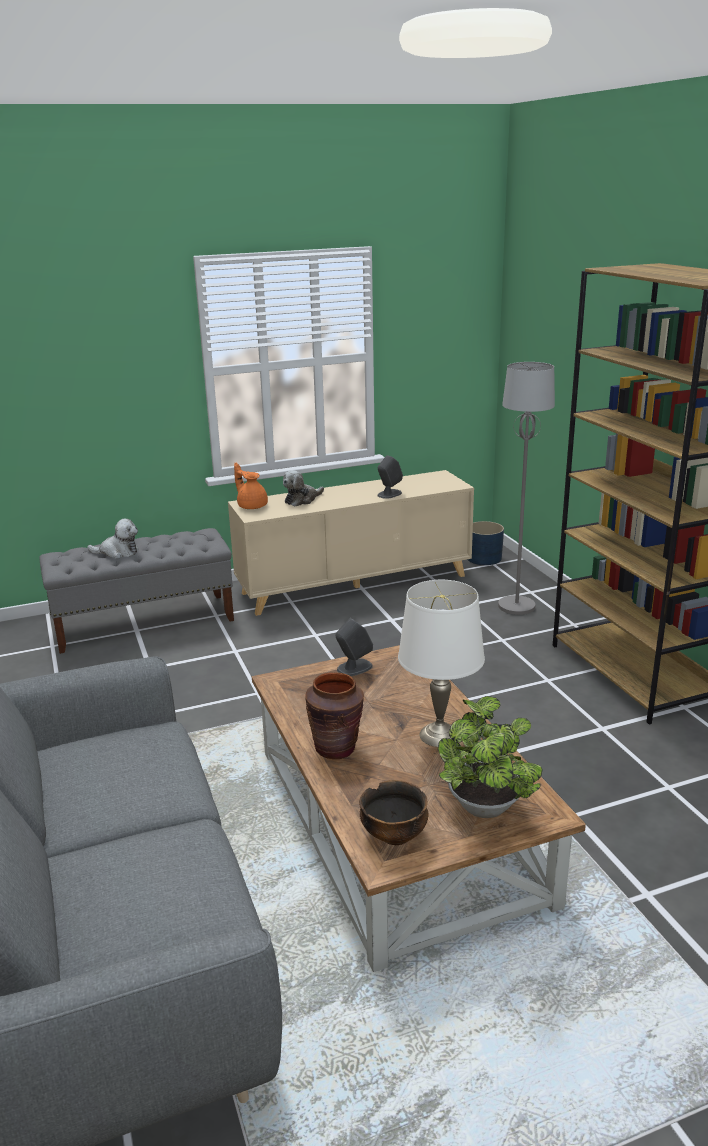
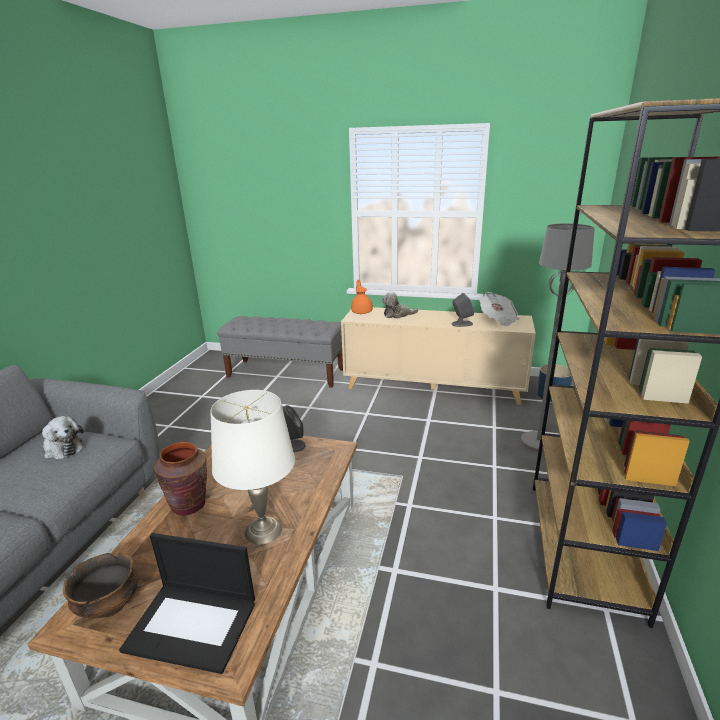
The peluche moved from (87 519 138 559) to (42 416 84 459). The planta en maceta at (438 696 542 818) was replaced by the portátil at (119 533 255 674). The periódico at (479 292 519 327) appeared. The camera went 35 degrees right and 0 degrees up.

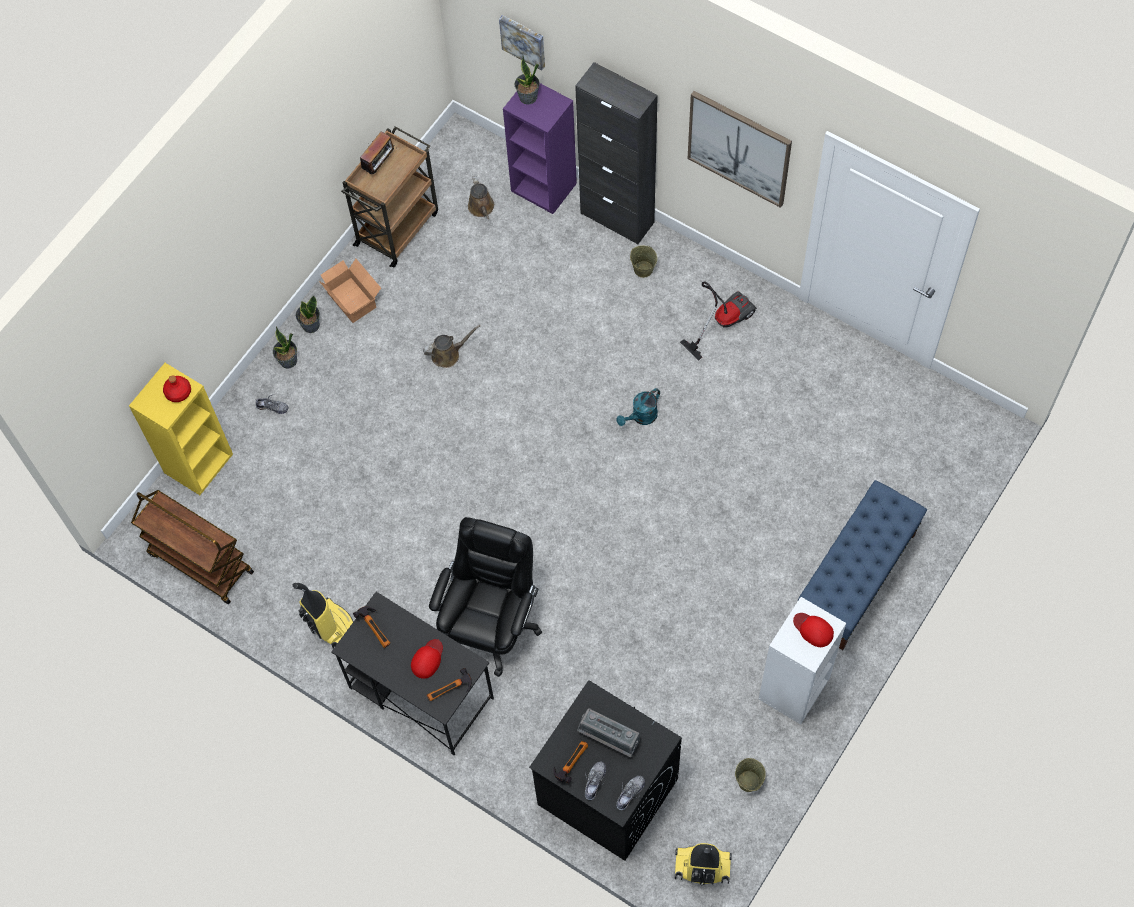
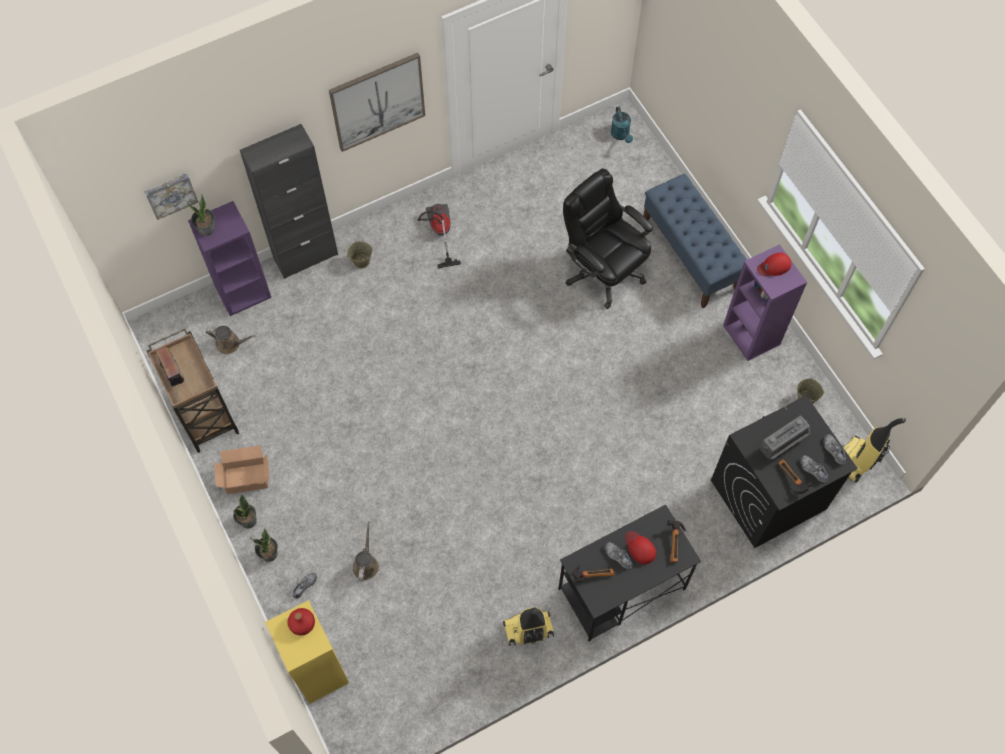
The regadera/marrón moved from (423 325 480 368) to (353 522 379 581). The silla de oficina/negro moved from (429 517 542 677) to (563 168 653 309). The zapato at (605 542 632 569) appeared. The regadera/turquesa moved from (616 388 660 426) to (611 107 633 143). The estantería/blanco at (759 597 846 725) became the estantería/morado at (723 244 807 361). The carrito/marrón at (131 490 254 604) disappeared. The camera went 65 degrees left and 0 degrees up.

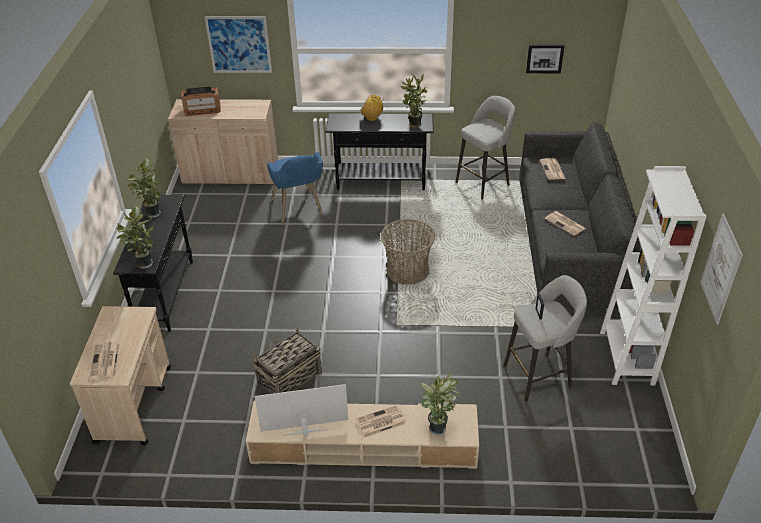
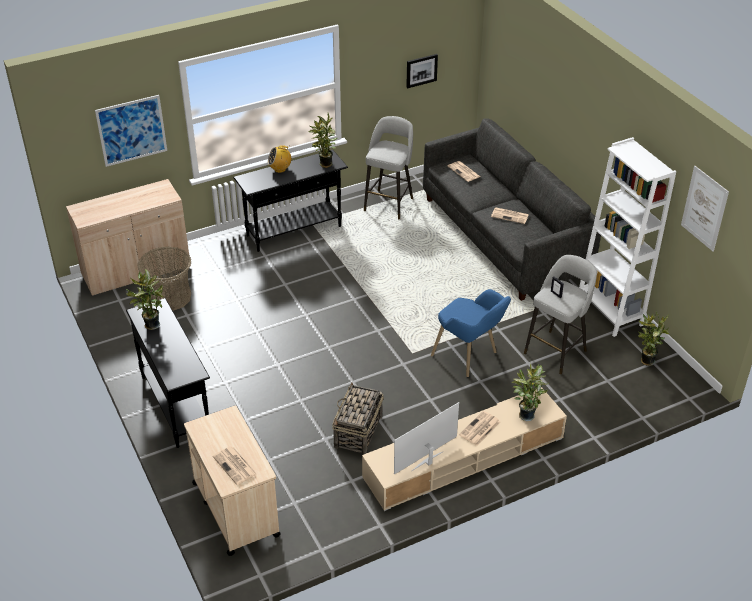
The cesta moved from (381 219 436 285) to (137 247 192 311). The sillón/azul moved from (267 152 323 222) to (431 289 511 377). The planta en maceta moved from (116 206 154 269) to (638 311 669 366). The radio at (181 87 220 116) disappeared. The camera went 30 degrees left and 0 degrees up.

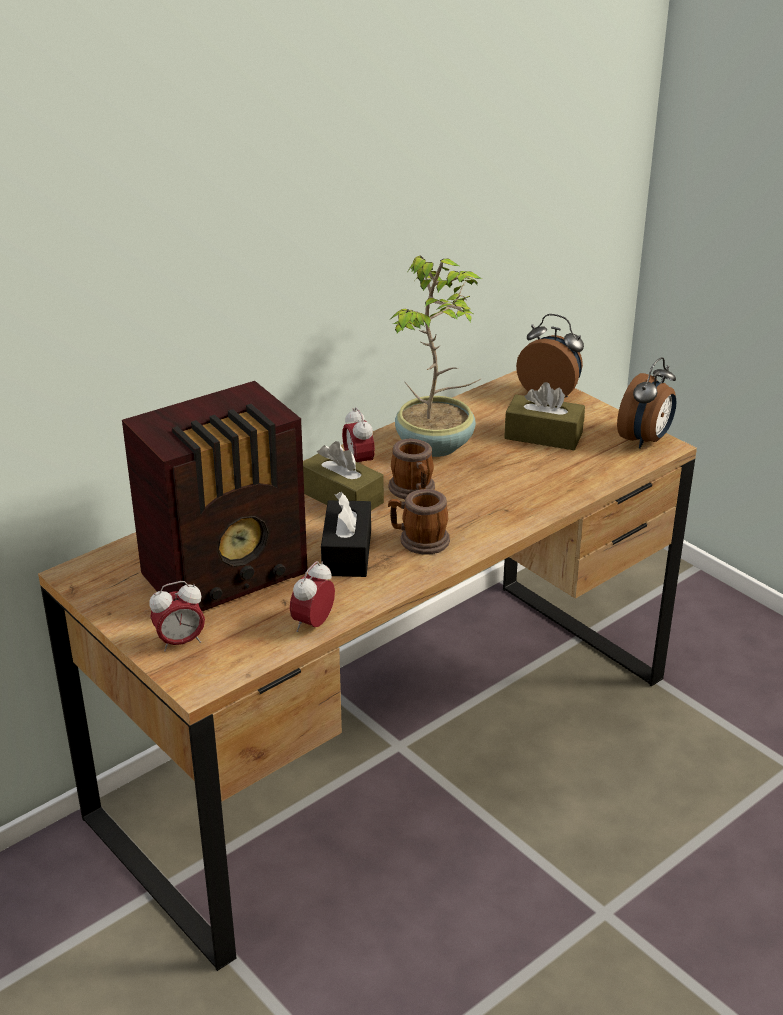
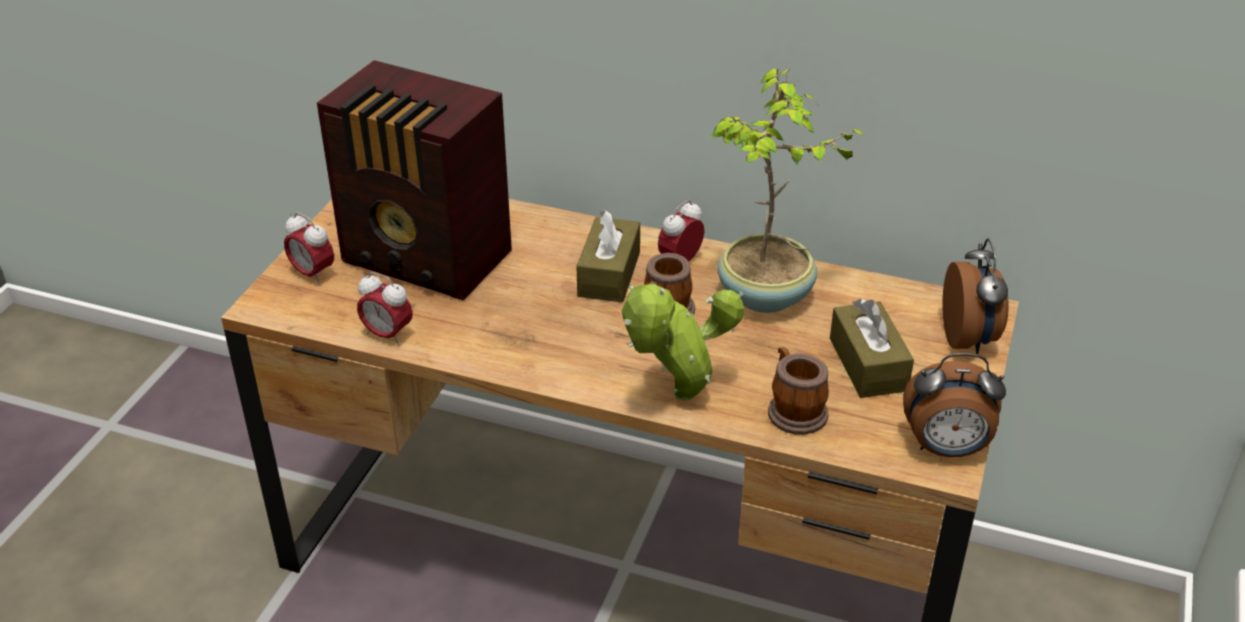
The despertador at (290 561 335 632) turned 150 degrees counterclockwise. The planta en maceta at (622 284 744 401) appeared. The taza grande moved from (388 489 450 555) to (768 347 829 435). The caja de pañuelos/negro at (321 492 371 577) disappeared. The camera went 60 degrees right and 5 degrees up.

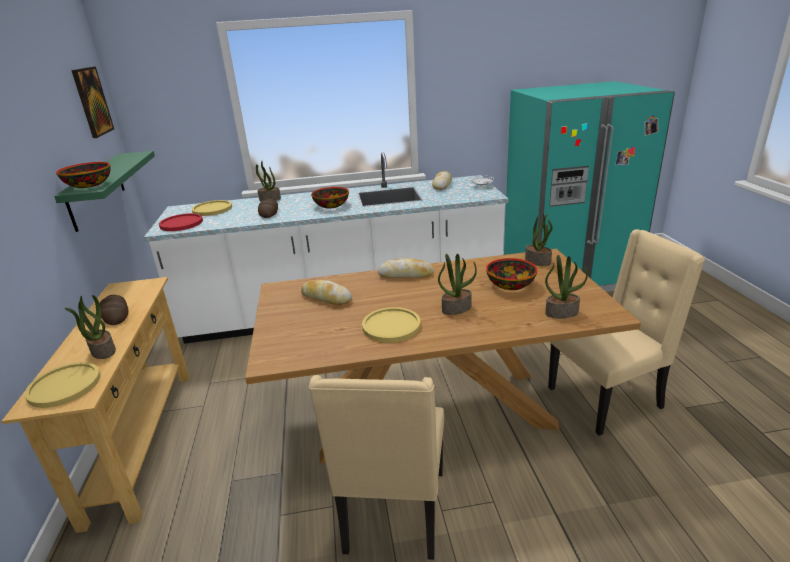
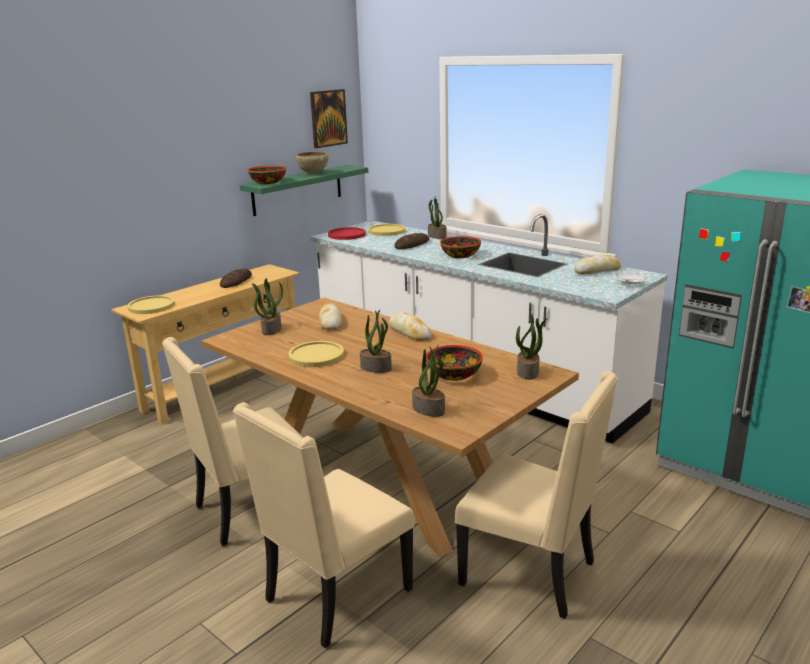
The silla/beis at (233 402 414 649) appeared. The planta en maceta moved from (64 295 116 359) to (252 278 283 335). The cuenco/marrón at (296 152 329 174) appeared. The camera went 50 degrees right and 5 degrees down.

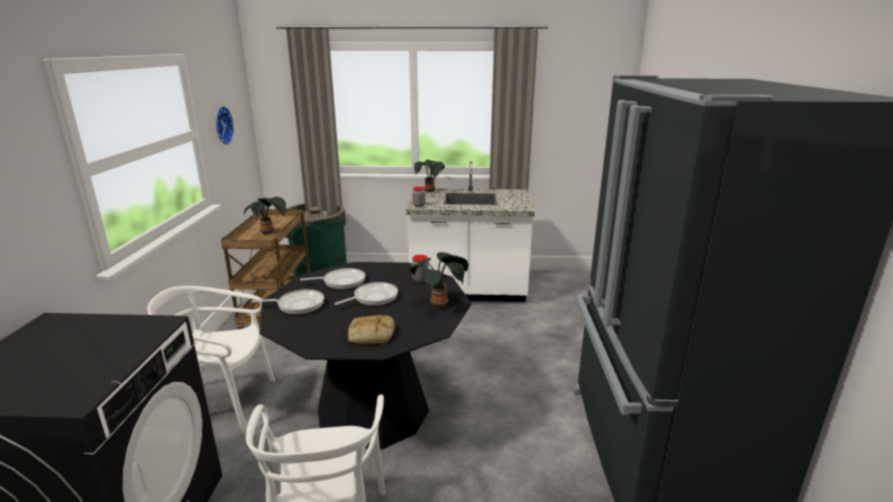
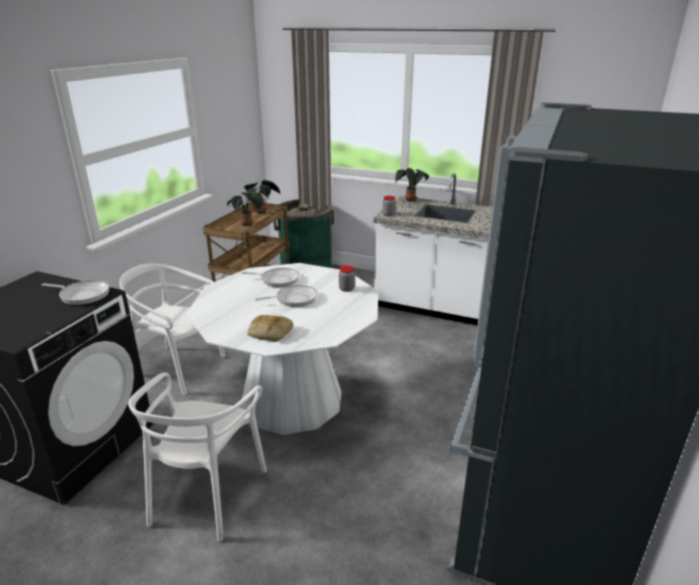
The sartén moved from (252 289 324 314) to (42 280 110 305). The mesa de comedor/negro at (259 262 472 449) became the mesa de comedor/blanco at (186 263 378 435). The planta en maceta moved from (410 252 468 308) to (244 180 280 214). The reloj de pared at (215 106 234 145) disappeared. The camera went 20 degrees right and 5 degrees up.

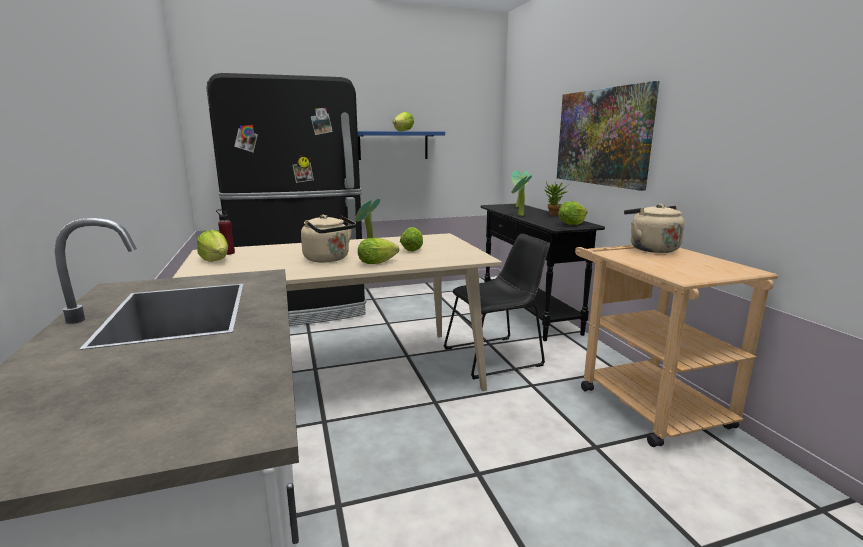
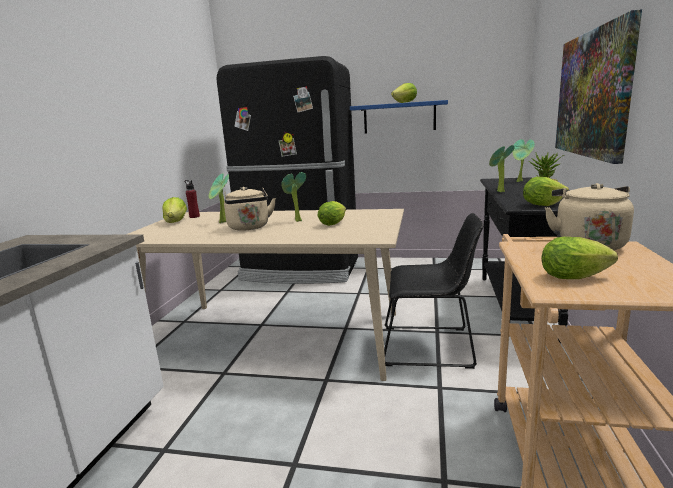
The planta en maceta at (209 173 229 223) appeared. The lechuga moved from (358 238 399 264) to (542 237 618 279). The camera went 30 degrees right and 0 degrees up.

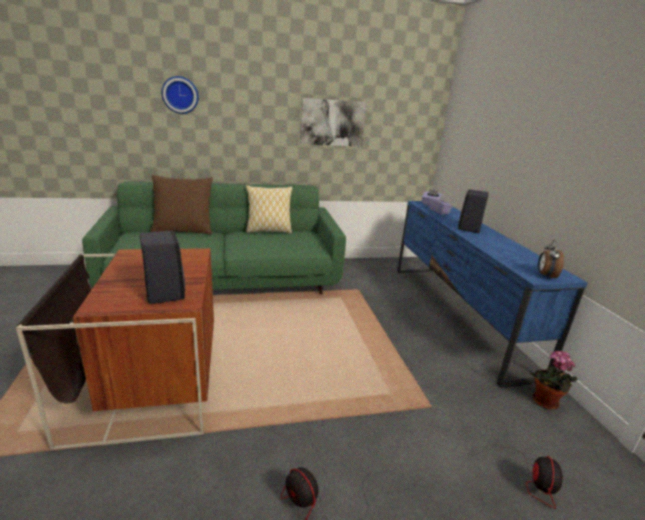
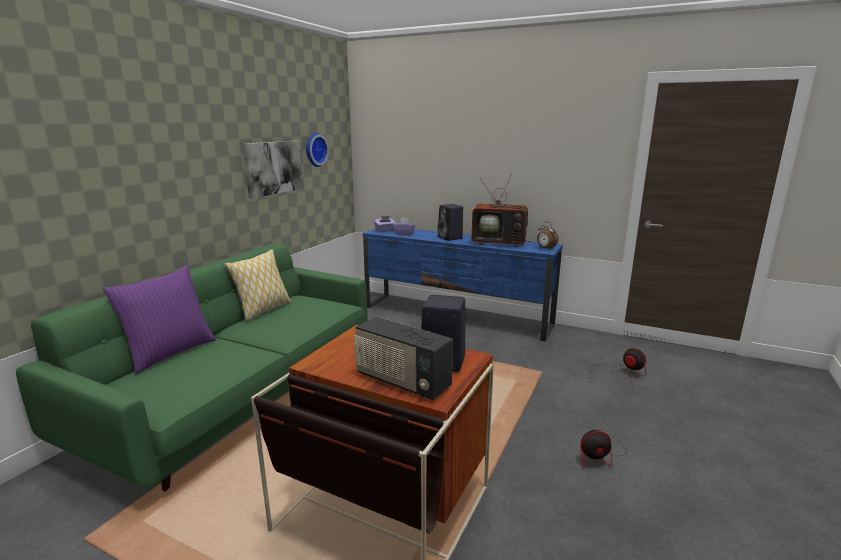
The cojín/marrón at (151 175 213 235) became the cojín/morado at (103 265 216 374). The reloj de pared moved from (162 76 199 114) to (306 133 329 167). The radio at (354 317 453 400) appeared. The televisor at (472 173 536 247) appeared. The planta en maceta at (530 350 578 410) disappeared. The camera went 50 degrees left and 5 degrees down.

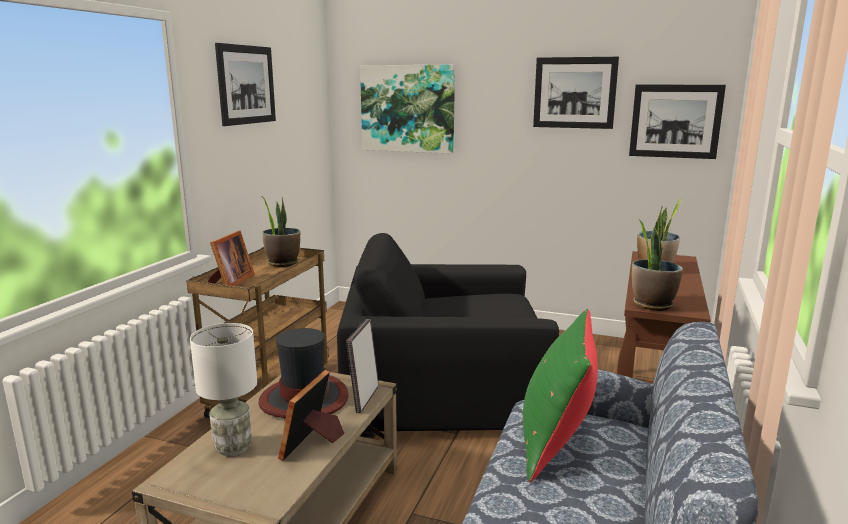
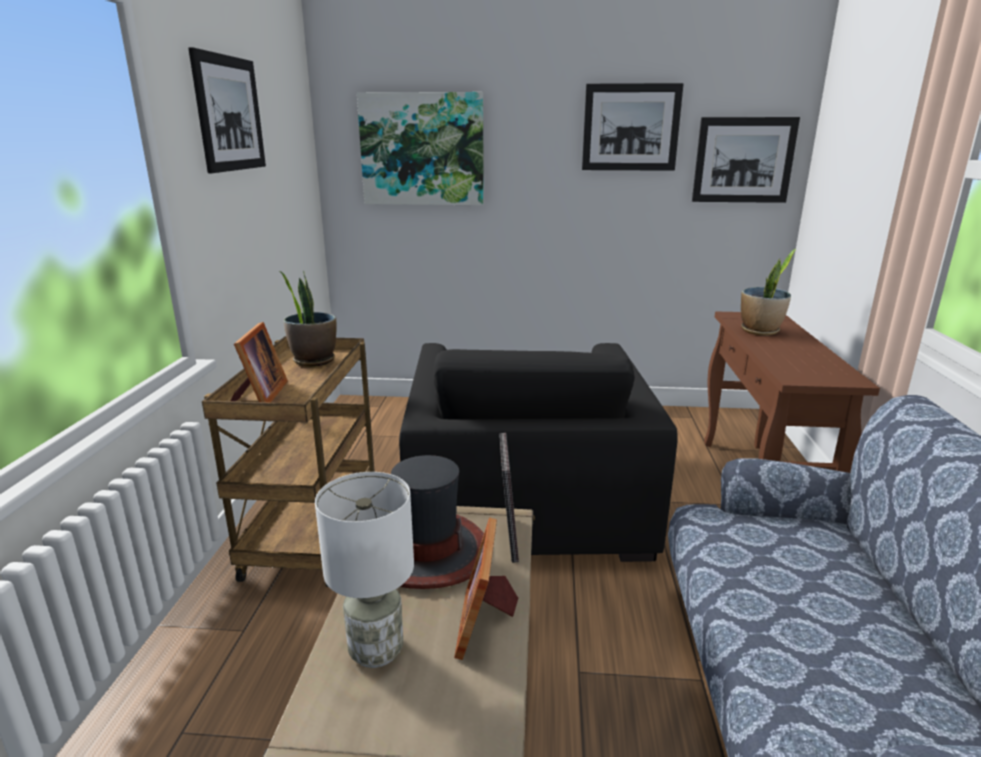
The sillón/negro at (337 233 559 438) turned 75 degrees counterclockwise. The cojín/verde at (523 309 598 482) disappeared. The planta en maceta at (632 220 683 311) disappeared. The camera went 15 degrees left and 5 degrees up.

